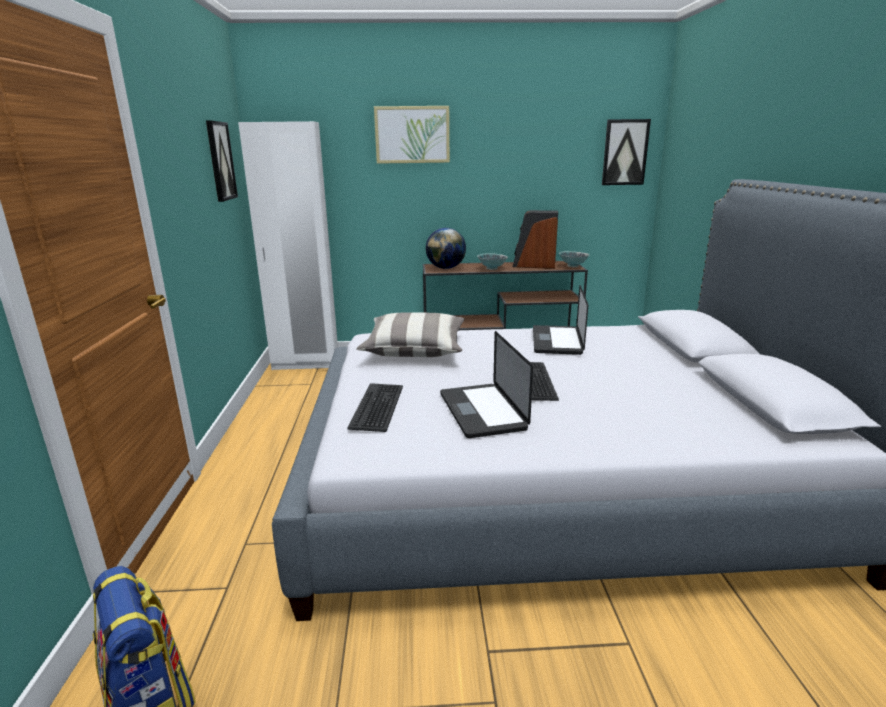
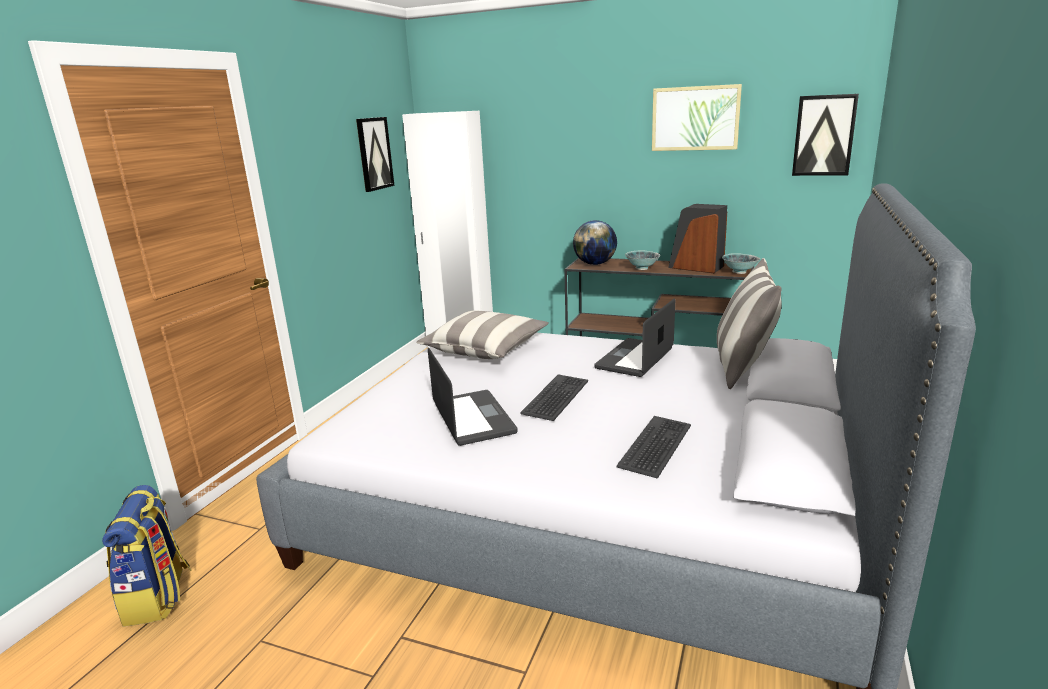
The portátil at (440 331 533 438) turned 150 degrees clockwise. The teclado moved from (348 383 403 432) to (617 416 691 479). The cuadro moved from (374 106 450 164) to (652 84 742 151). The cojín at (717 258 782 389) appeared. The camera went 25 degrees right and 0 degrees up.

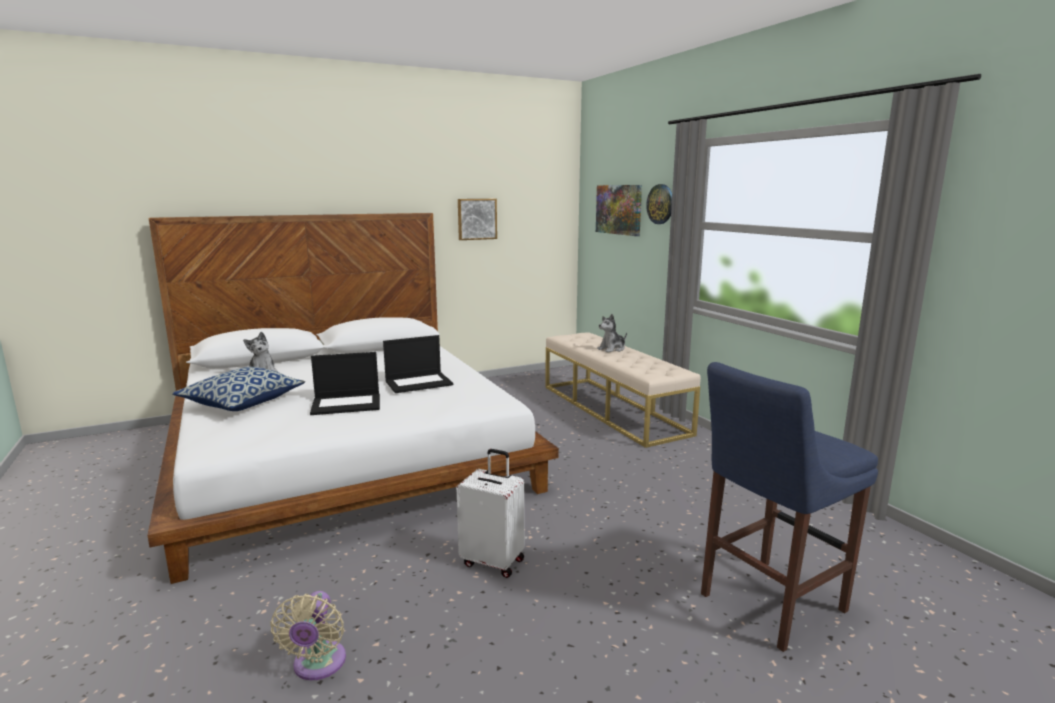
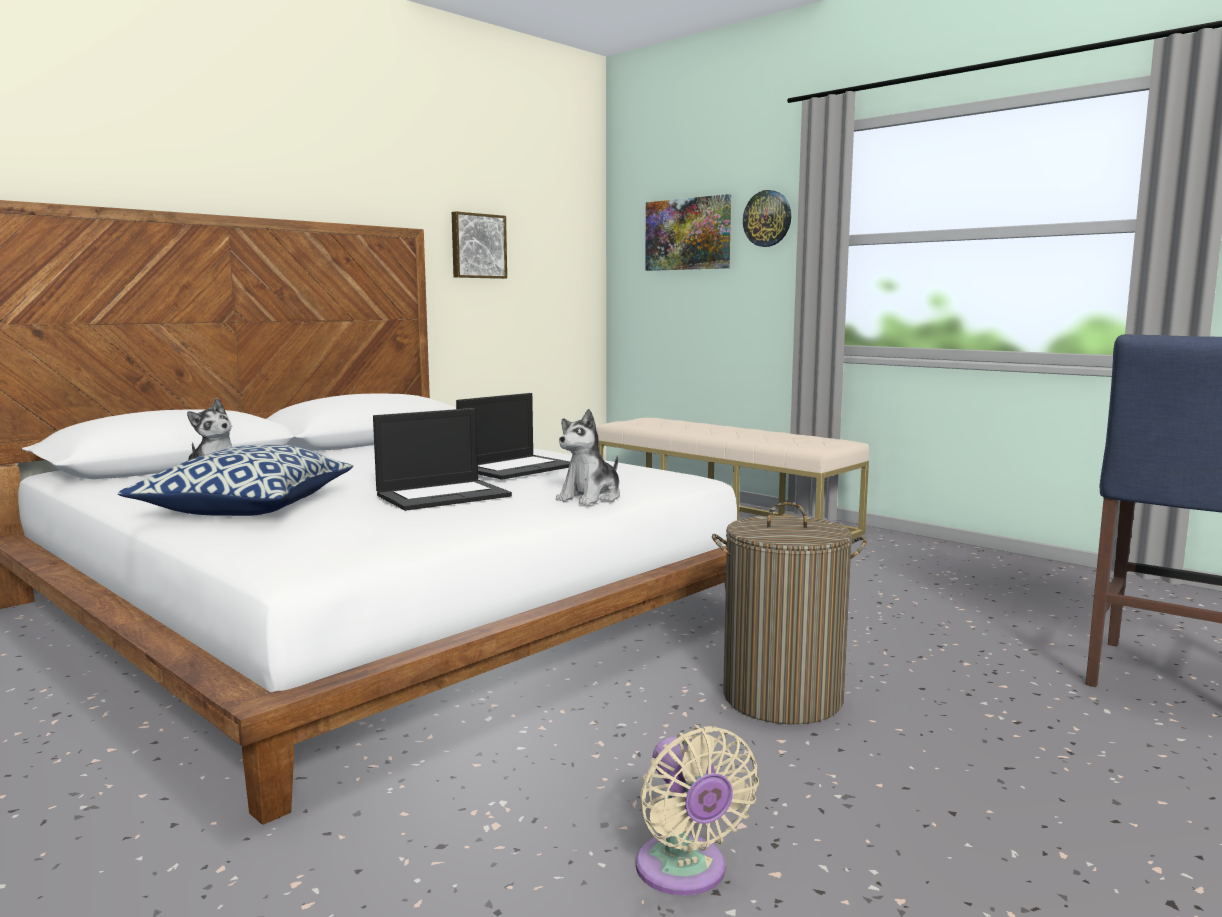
The peluche moved from (597 314 627 352) to (556 409 620 505). The maleta/blanco at (456 449 524 578) was replaced by the cesto de la ropa at (712 502 867 724). The camera went 20 degrees left and 5 degrees down.

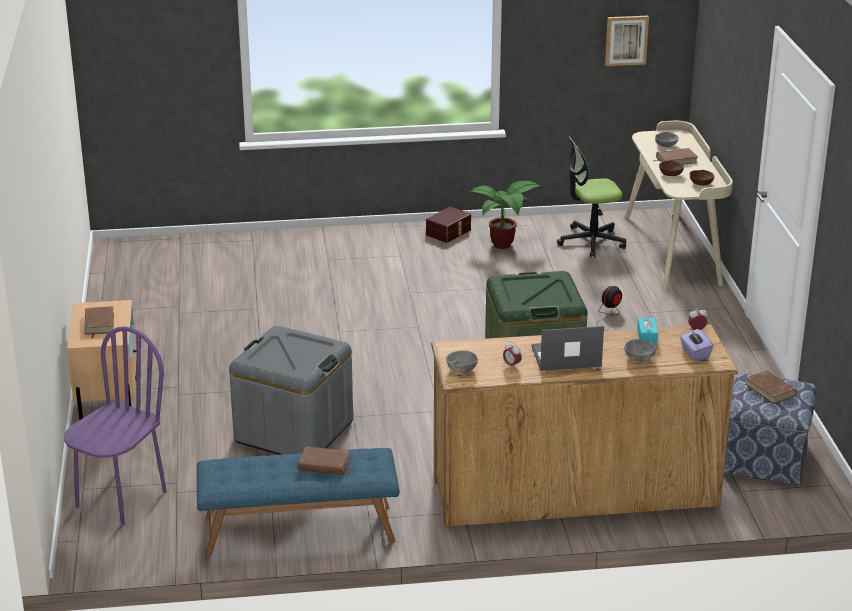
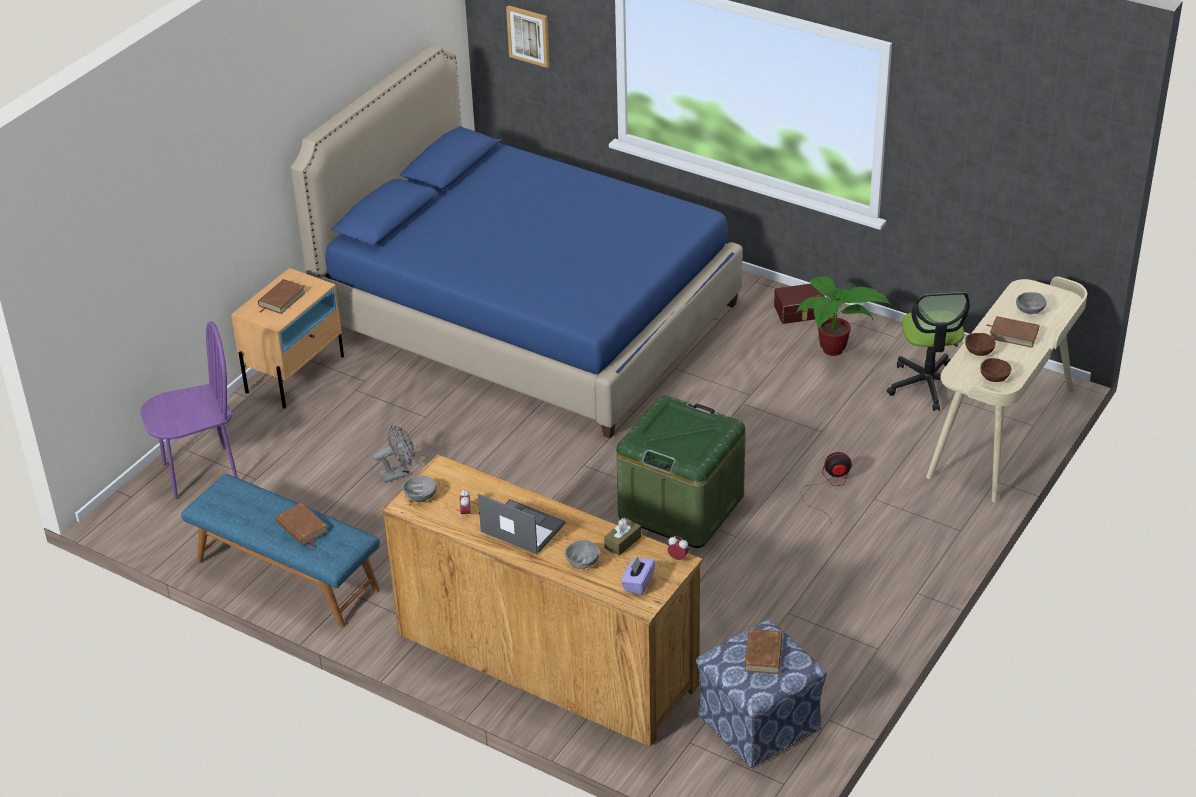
The cama/azul at (291 44 743 439) appeared. The caja de almacenaje/gris at (229 326 353 455) was replaced by the ventilador/gris at (373 425 415 483). The cuadro moved from (605 16 649 66) to (506 5 550 68). The caja de pañuelos/turquesa at (637 313 658 345) became the caja de pañuelos/marrón at (604 518 641 556). The silla de oficina at (557 136 626 258) turned 120 degrees counterclockwise. The camera went 40 degrees right and 10 degrees up.

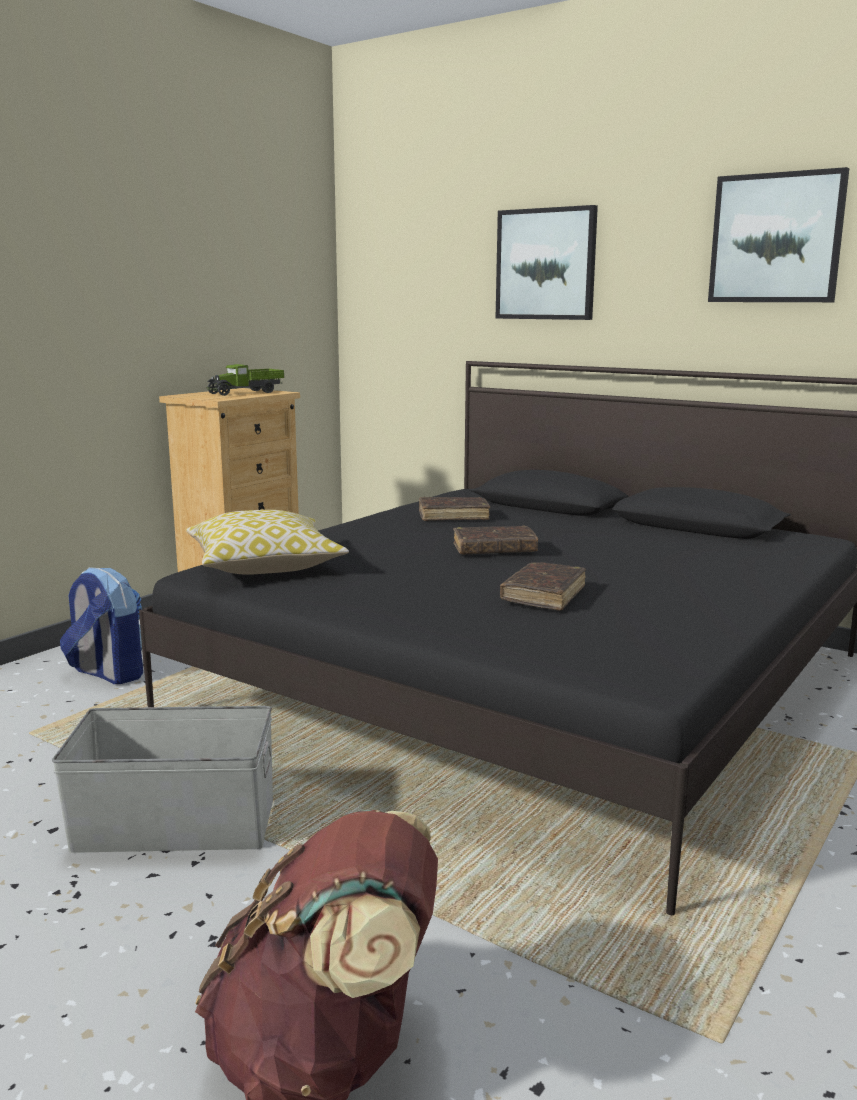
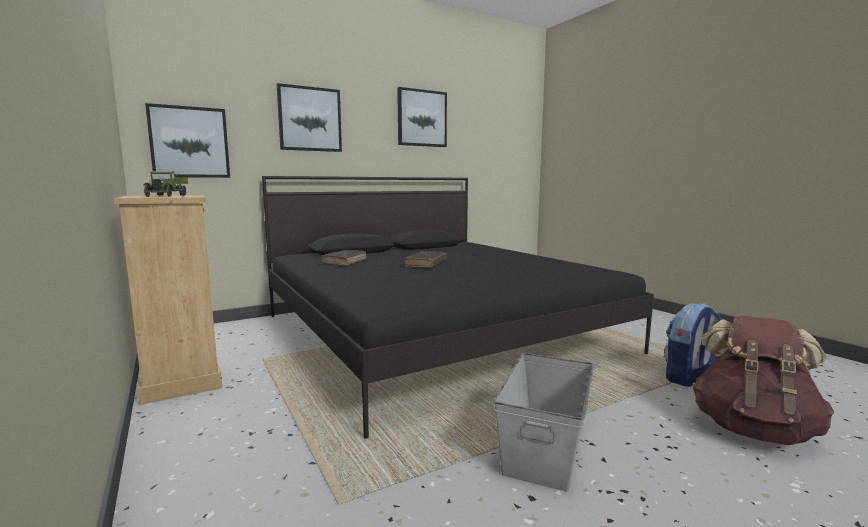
The cuadro at (145 103 230 178) appeared. The mochila moved from (60 567 143 684) to (664 303 722 387). The cojín at (186 510 349 575) disappeared. The libro/marrón at (500 562 586 611) disappeared. The camera went 65 degrees left and 5 degrees down.

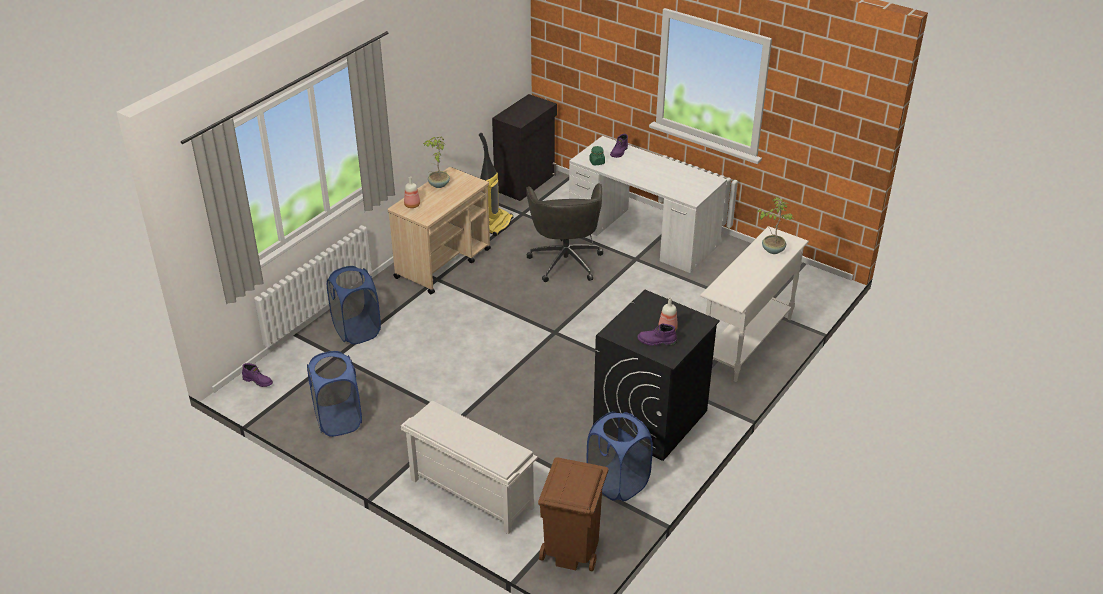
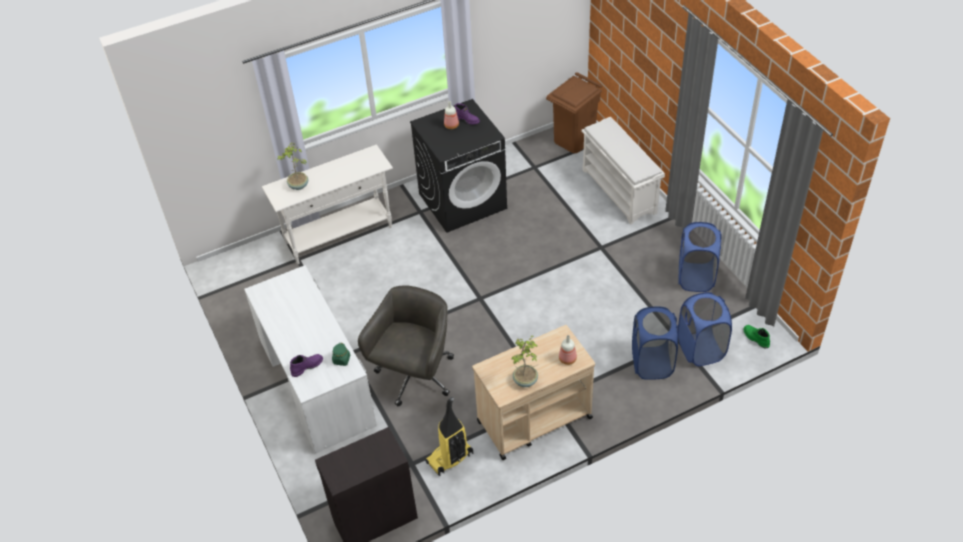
The cesto de la ropa/azul moved from (586 411 653 501) to (678 292 732 366). The bota/morado at (242 363 273 387) became the bota/verde at (744 325 770 348). The camera went 150 degrees left and 10 degrees up.

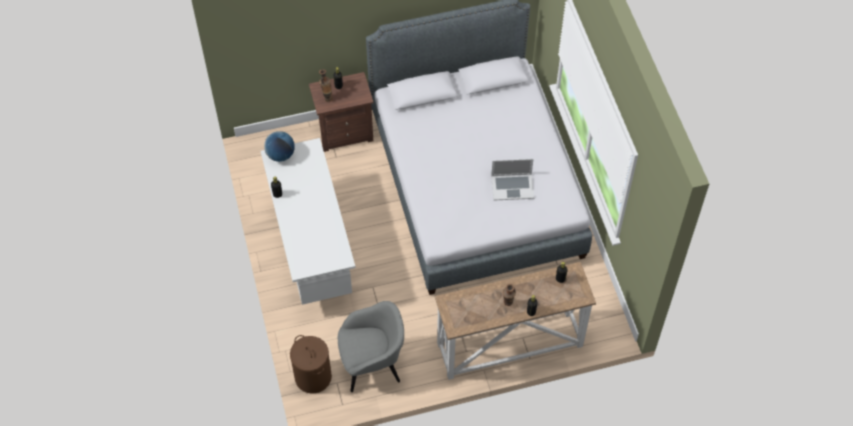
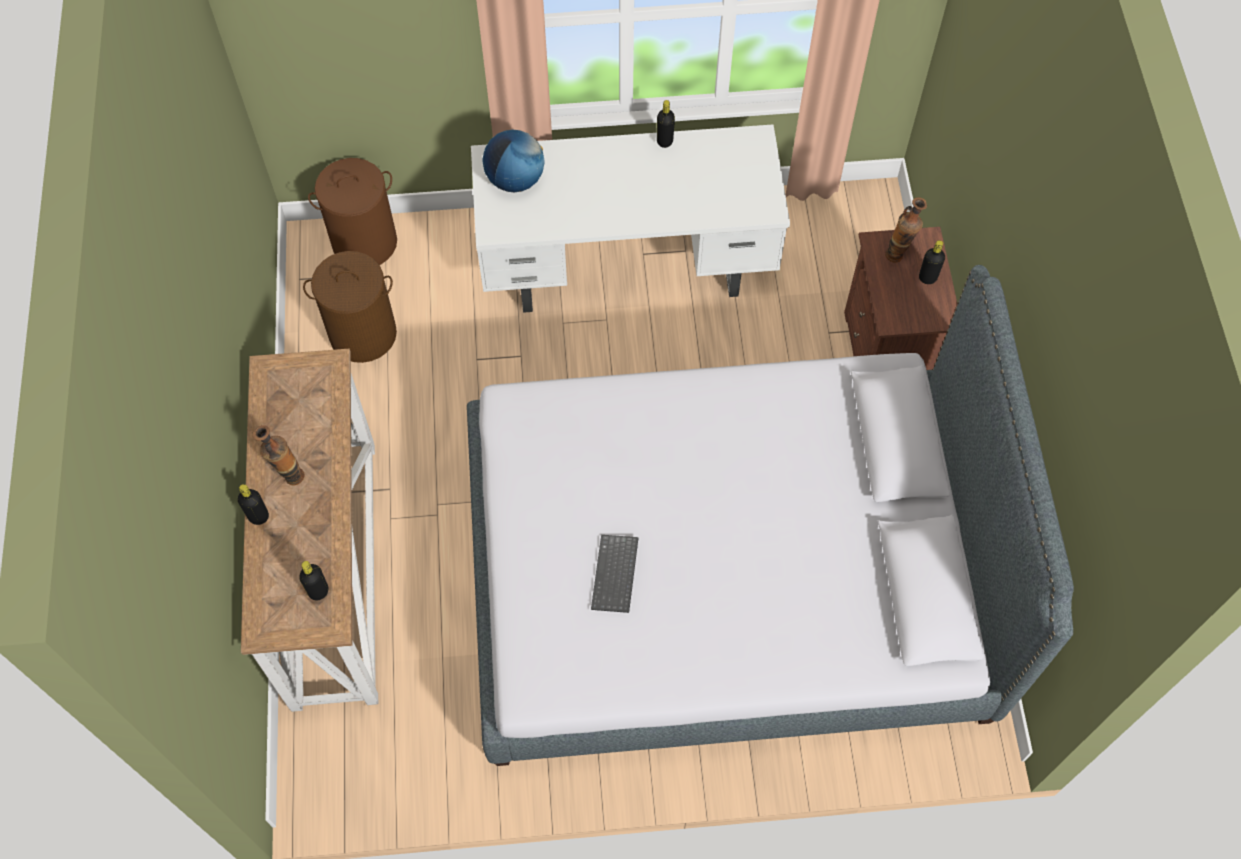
The sillón/gris at (338 301 404 392) was replaced by the cesto de la ropa/marrón at (303 251 397 363). The globo terráqueo moved from (264 131 295 162) to (483 130 545 192). The portátil at (491 159 534 200) was replaced by the teclado at (591 535 638 613). The camera went 100 degrees right and 5 degrees up.

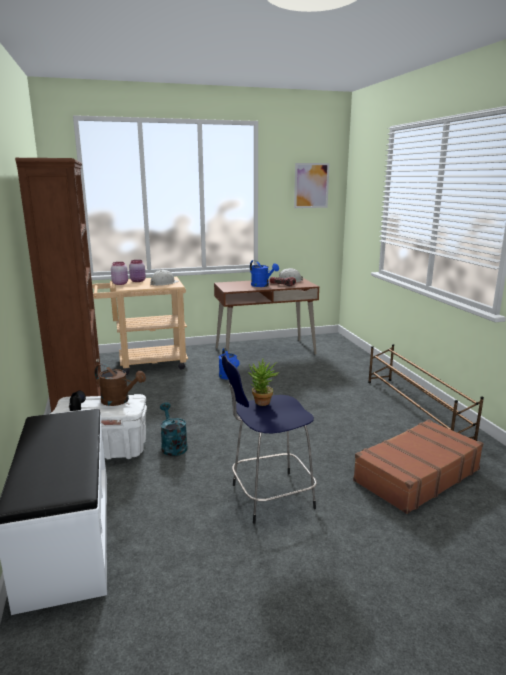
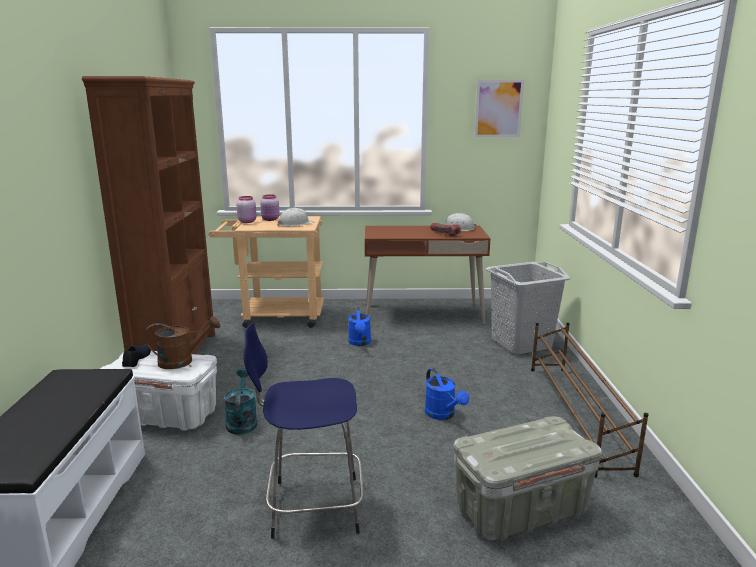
The regadera/marrón at (95 364 146 406) turned 60 degrees counterclockwise. The regadera/azul moved from (250 260 279 287) to (425 368 469 420). The maleta/marrón at (353 419 484 514) was replaced by the caja de almacenaje/gris at (453 416 602 541). The cesto de la ropa/gris at (486 262 571 355) appeared. The planta en maceta at (248 358 280 406) disappeared. The camera went 15 degrees right and 0 degrees up.

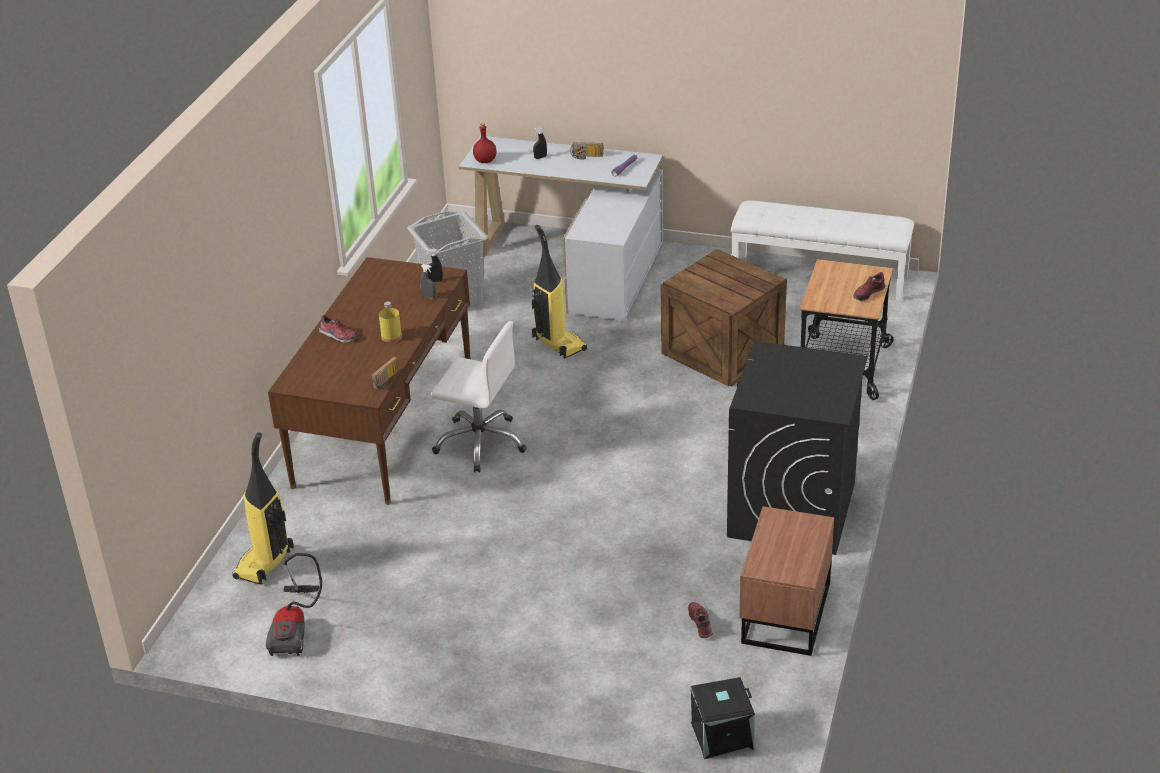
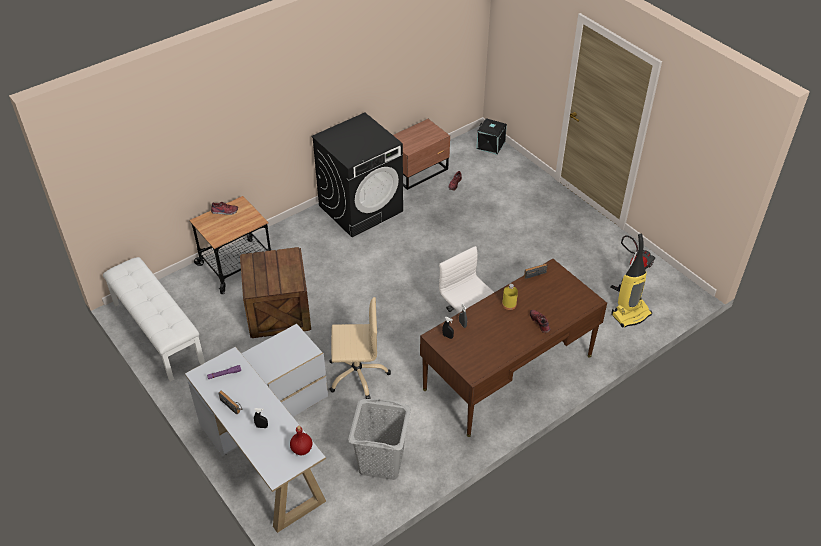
The aspiradora at (532 225 587 359) was replaced by the silla de oficina/beis at (329 297 391 399). The camera went 145 degrees left and 10 degrees up.

